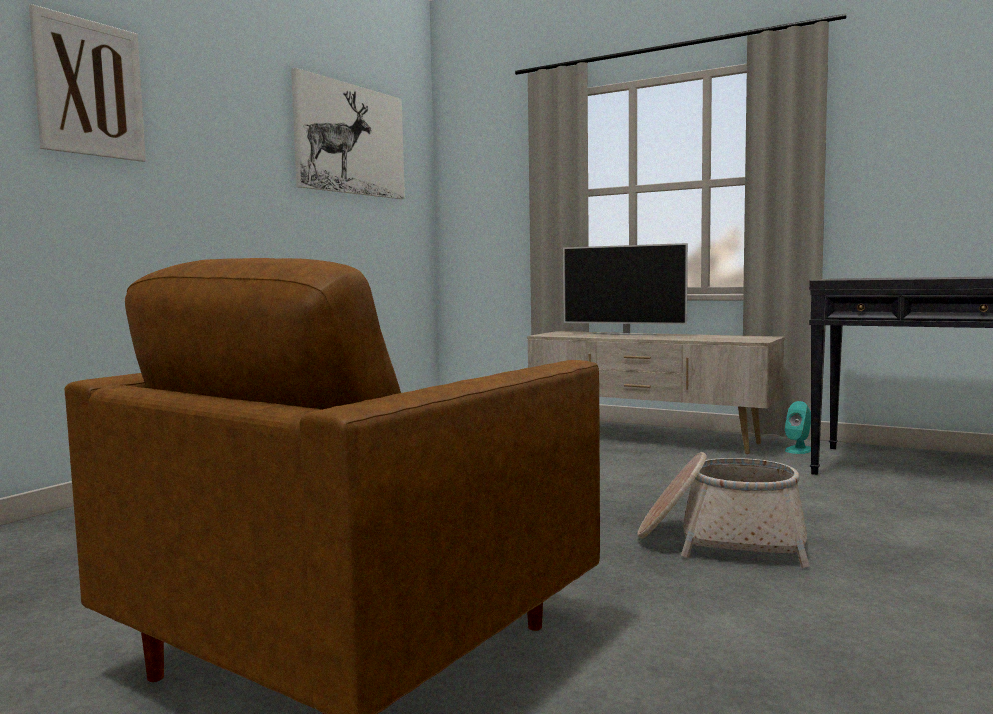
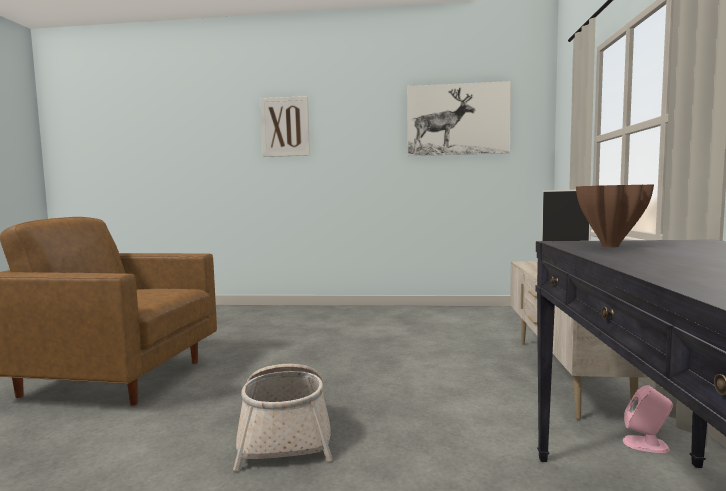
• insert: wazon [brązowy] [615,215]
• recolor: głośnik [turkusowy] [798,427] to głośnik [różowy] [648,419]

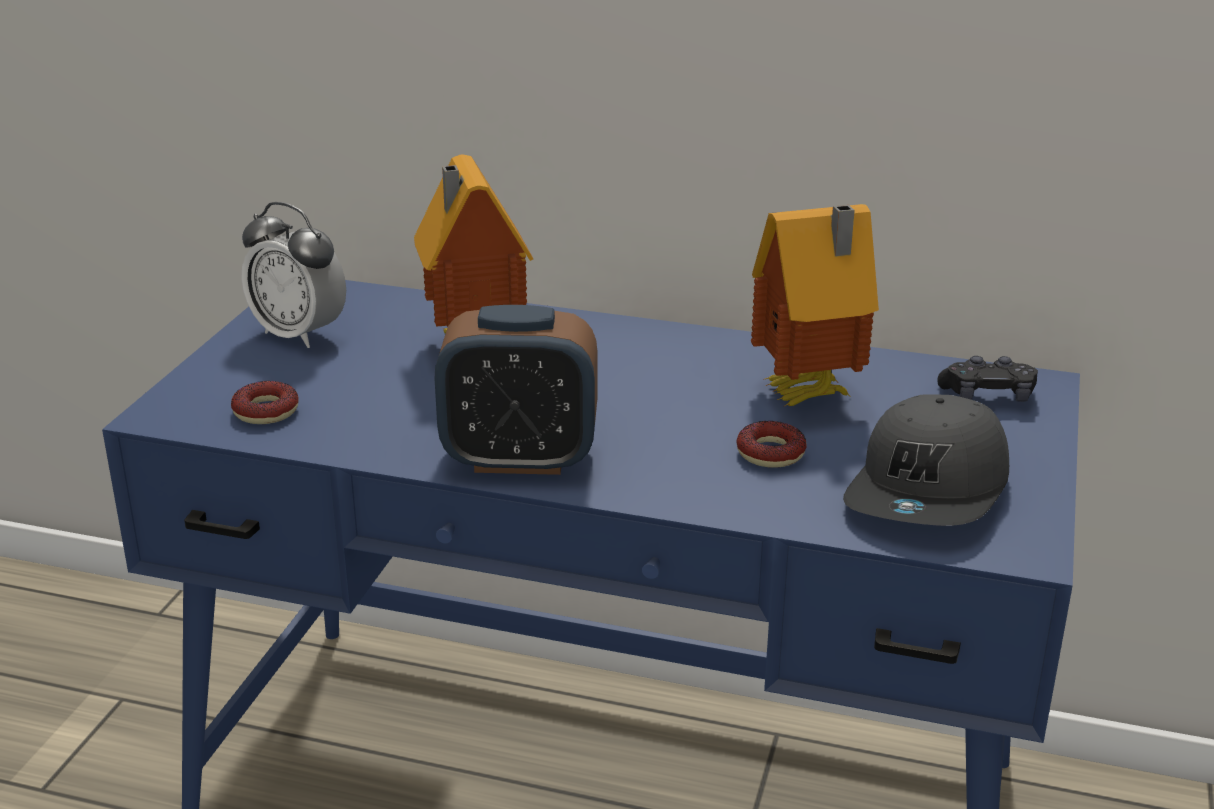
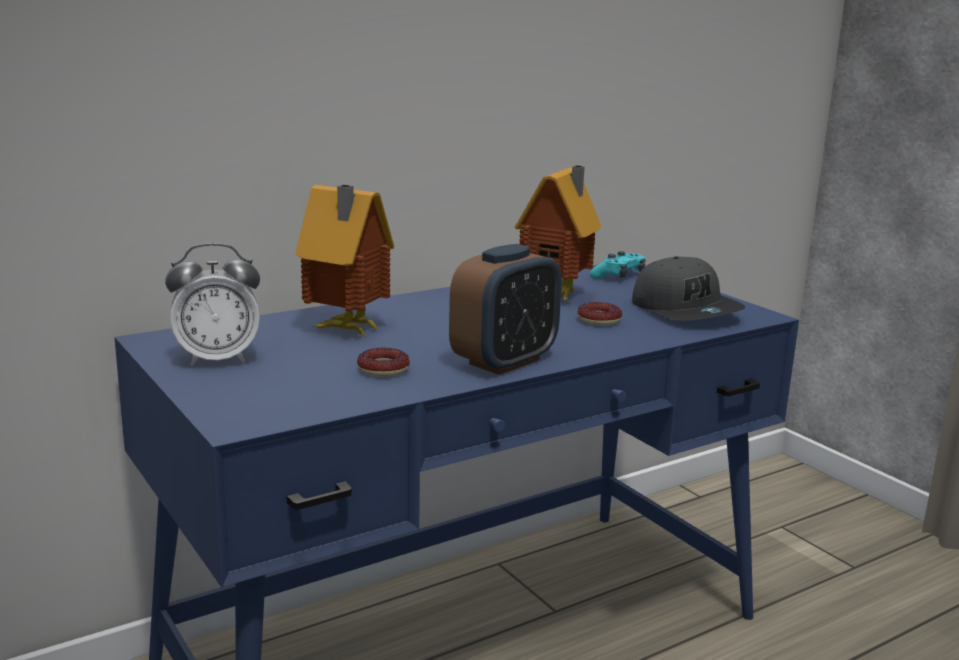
• move: donut [265,402] to [383,362]
• recolor: pad do gier [czarny] [987,379] to pad do gier [turkusowy] [618,265]

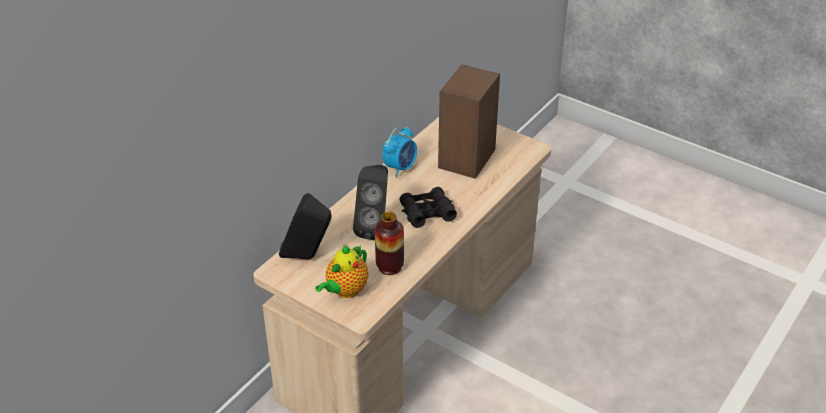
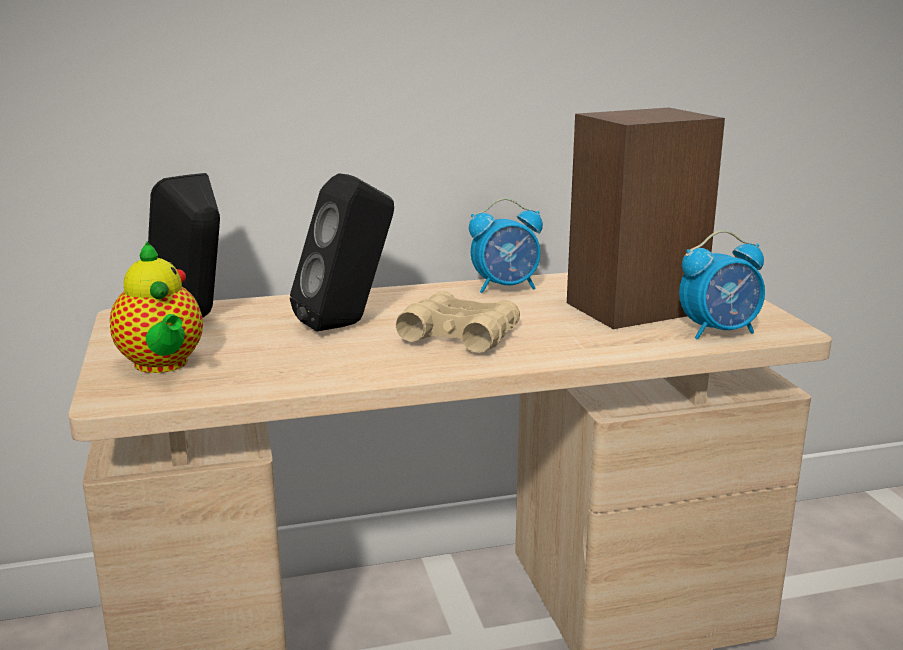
• rotate: imbryk [342,271] = [156,307] 105 degrees counterclockwise
• recolor: lornetka [czarny] [428,207] to lornetka [beżowy] [458,322]
• insert: budzik [722,285]
• delete: wazon [389,243]

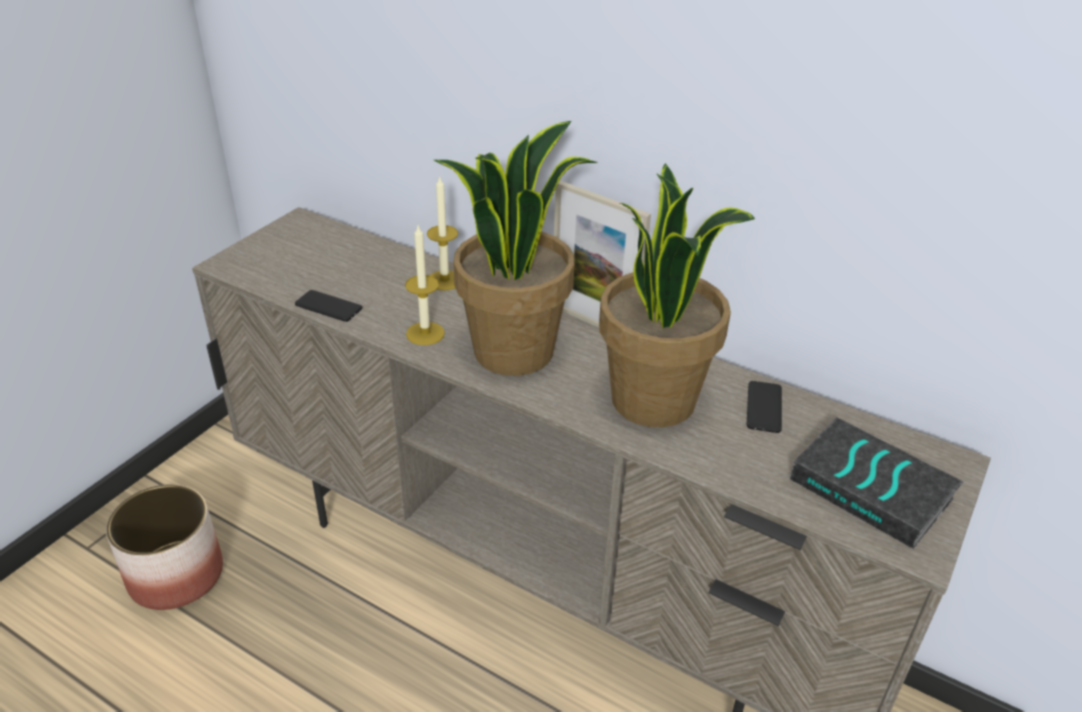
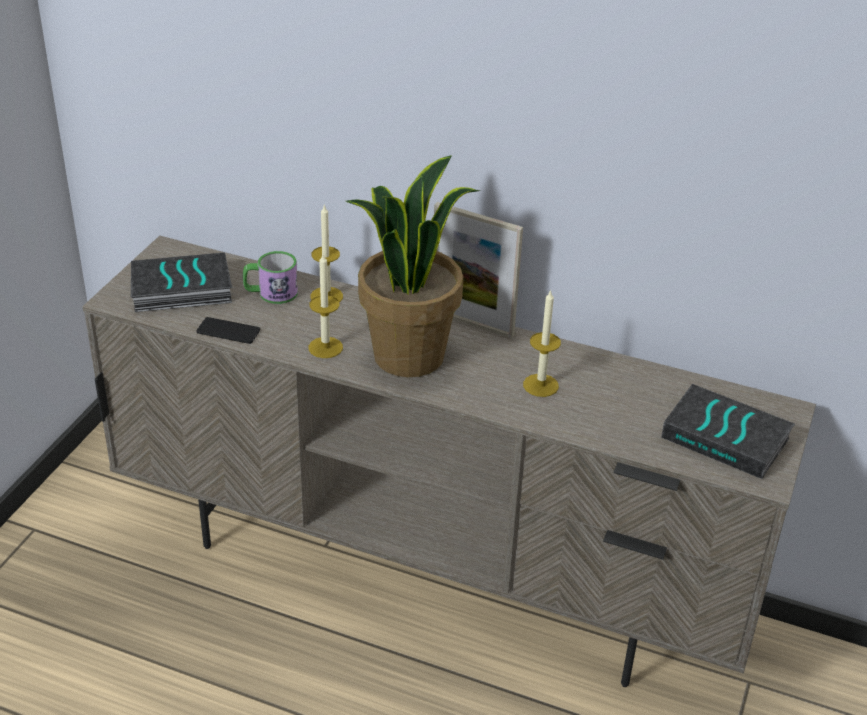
• insert: książka [181,282]
• insert: kubek [270,277]
• replace: roślina doniczkowa [677,295] to świeca [542,343]
• delete: donica [164,547]
• delete: telefon [764,407]

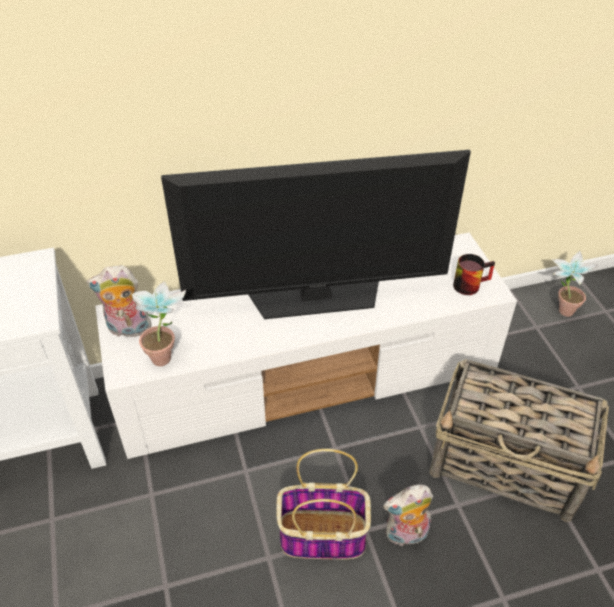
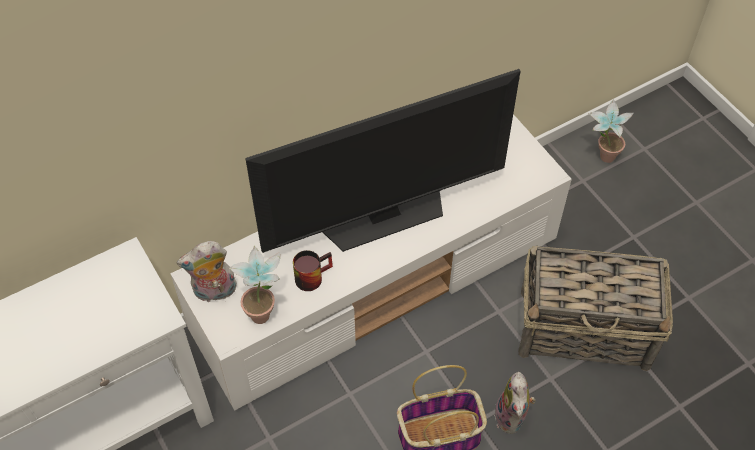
• move: kubek [474,274] to [313,270]
• rotate: pluszak [408,515] = [515,403] 60 degrees counterclockwise

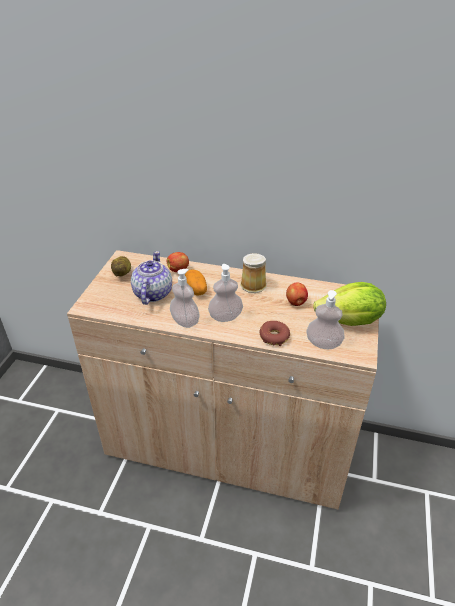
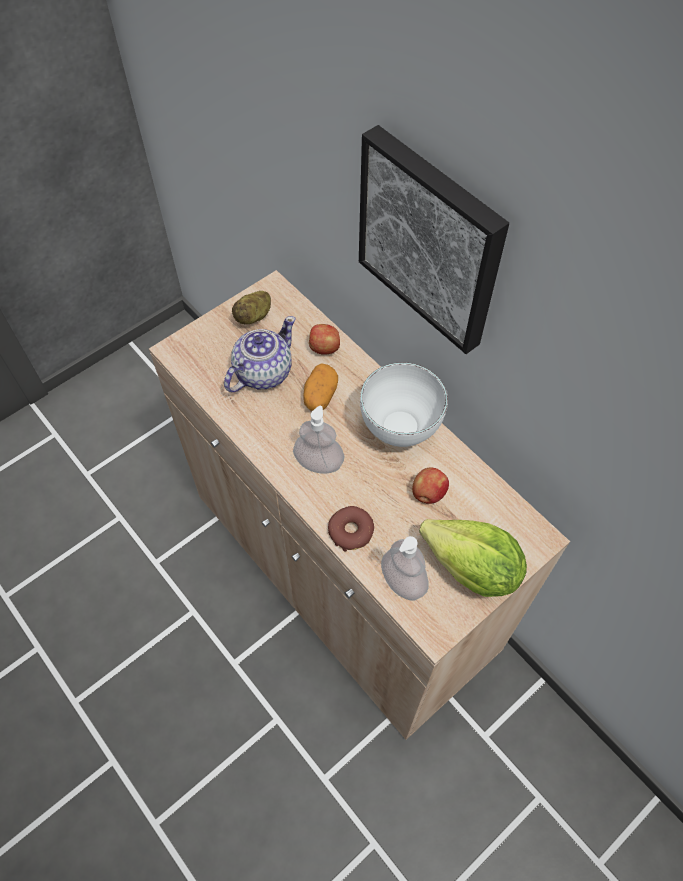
• insert: obraz [434,239]
• replace: kubek [253,273] to miska [biały] [404,404]
• delete: dozownik mydła [185,298]

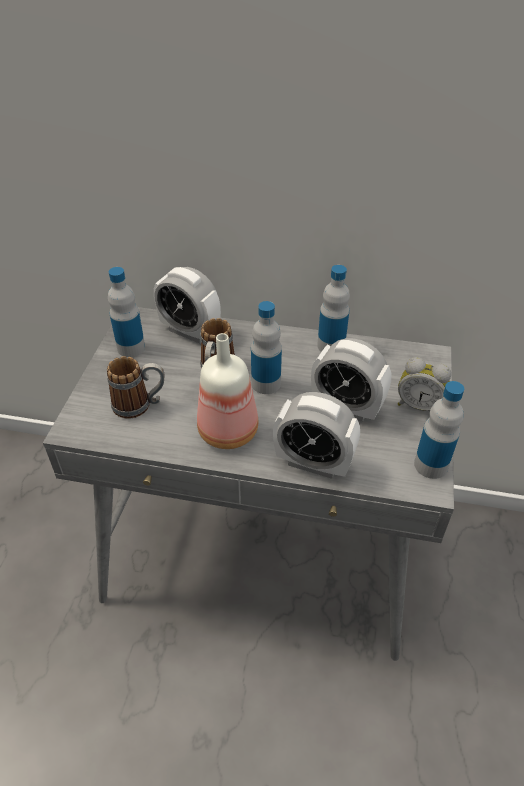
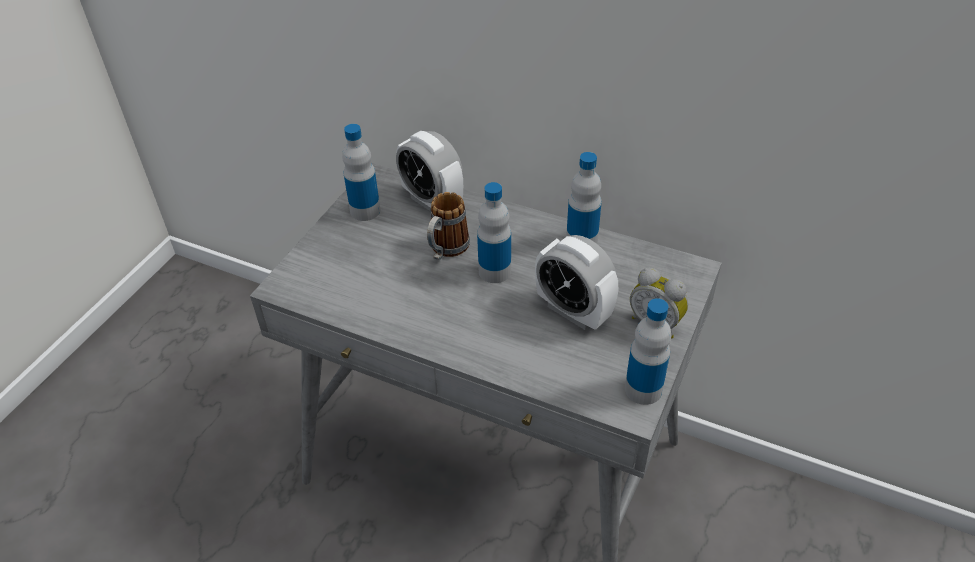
• delete: kubek [135,387]
• delete: butelka [227,391]
• delete: budzik [316,435]

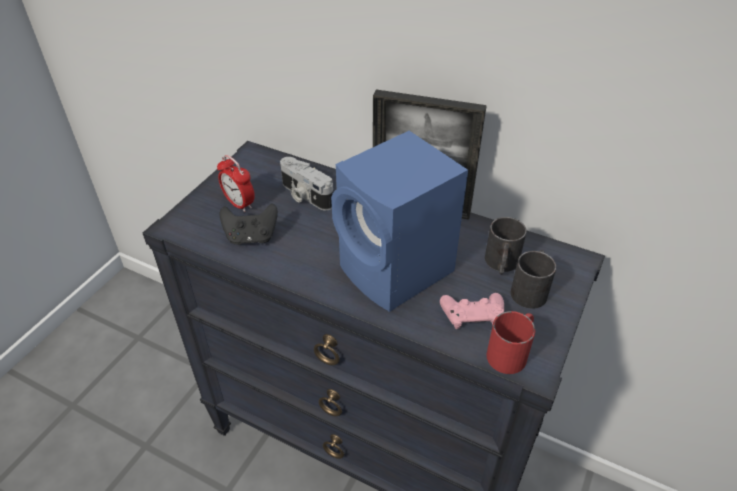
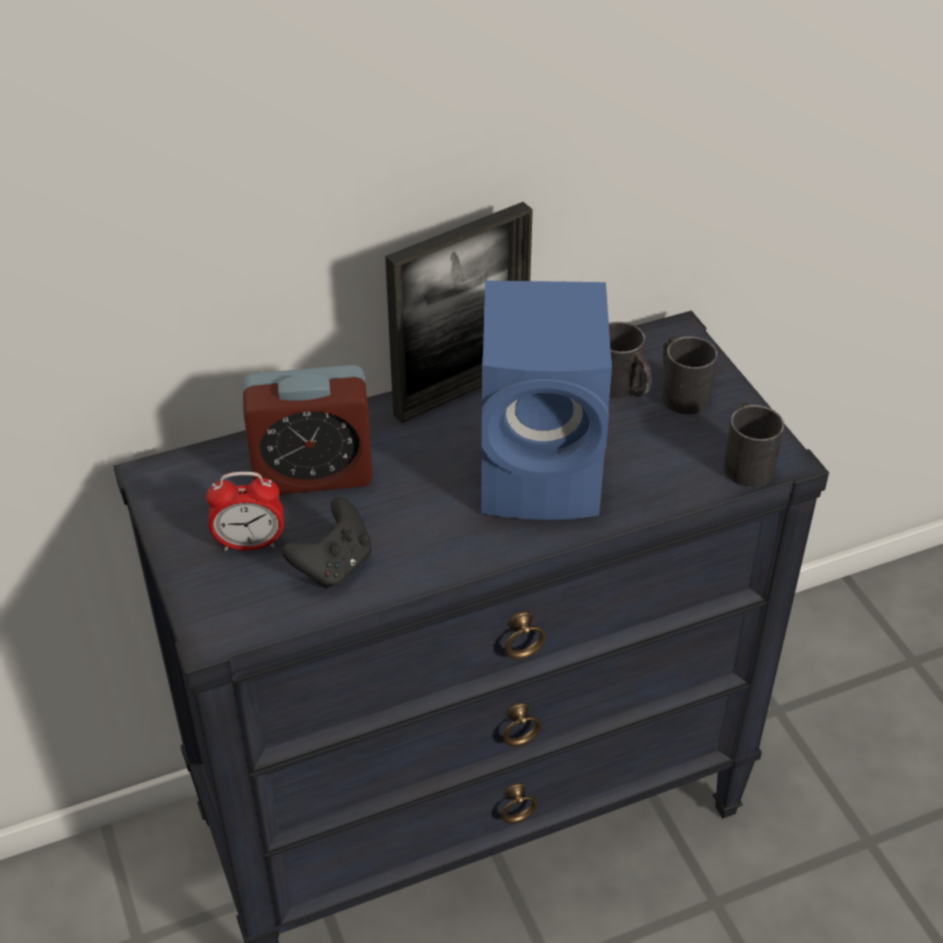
• replace: aparat fotograficzny [306,184] to budzik [308,430]
• recolor: kubek [czerwony] [510,342] to kubek [czarny] [753,445]
• delete: pad do gier [różowy] [472,311]

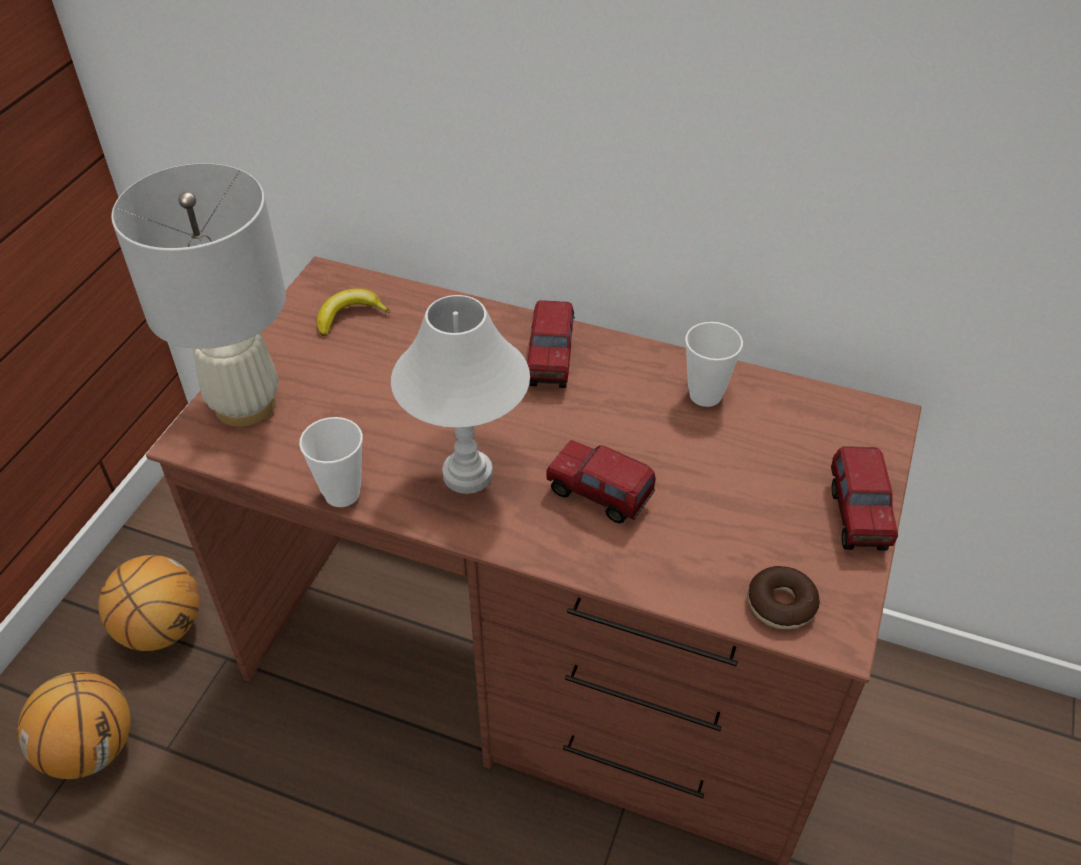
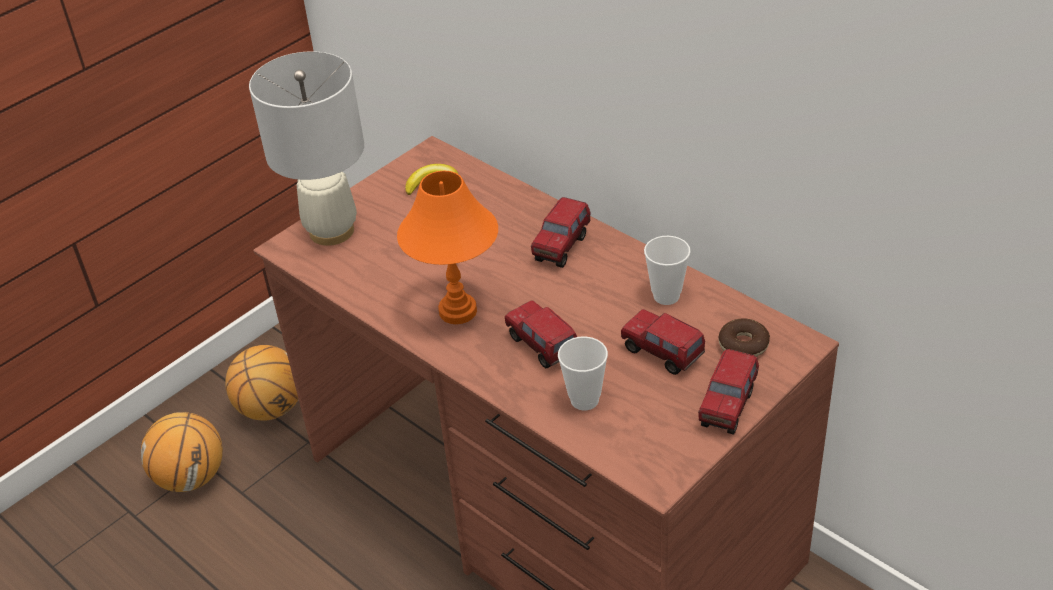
• recolor: lampa stołowa [biały] [460,394] to lampa stołowa [pomarańczowy] [447,247]
• move: filiżanka [331,462] to [583,374]
• insert: ciężarówka zabawkowa [663,342]
• move: donut [784,598] to [744,337]

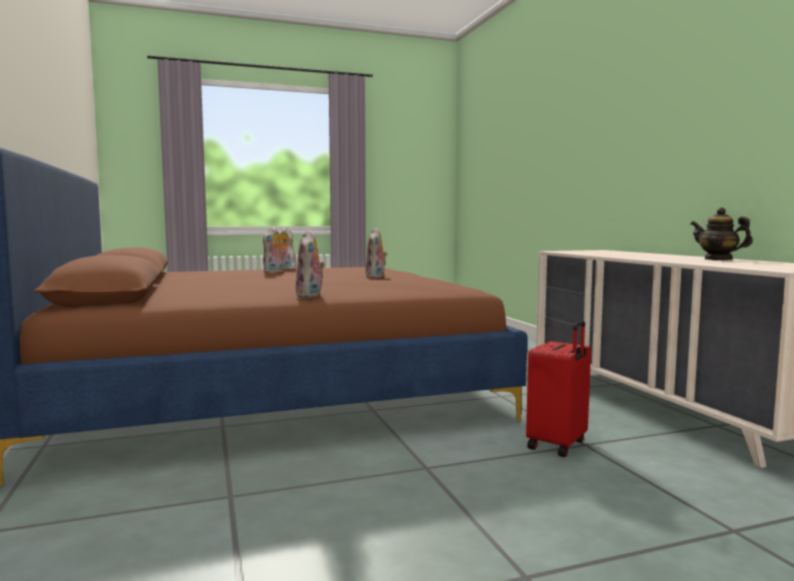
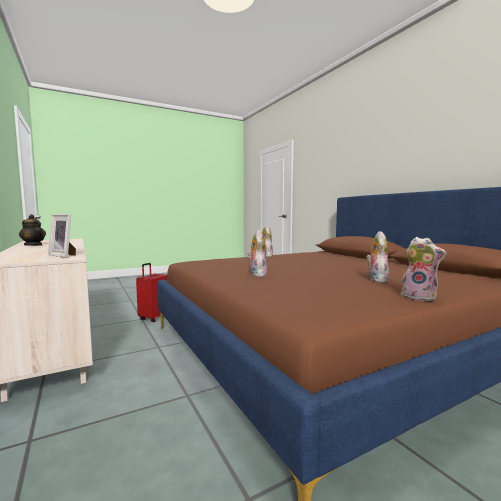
• insert: ramka na zdjęcie [62,236]

